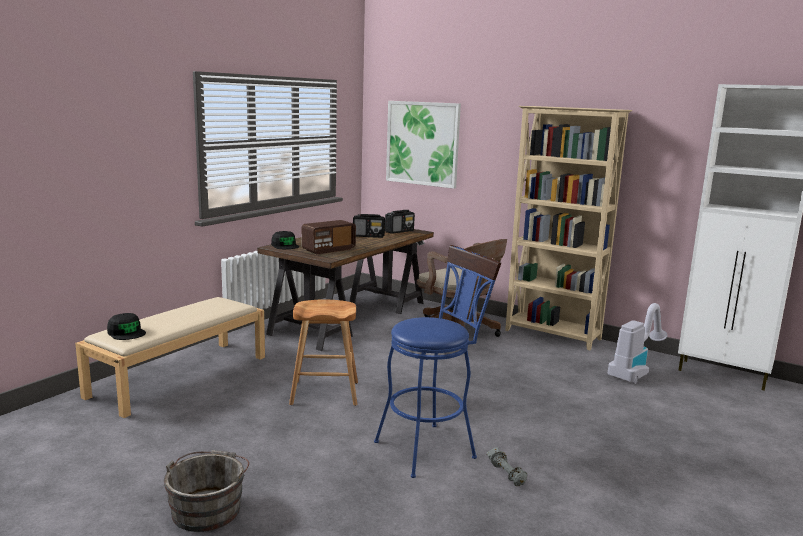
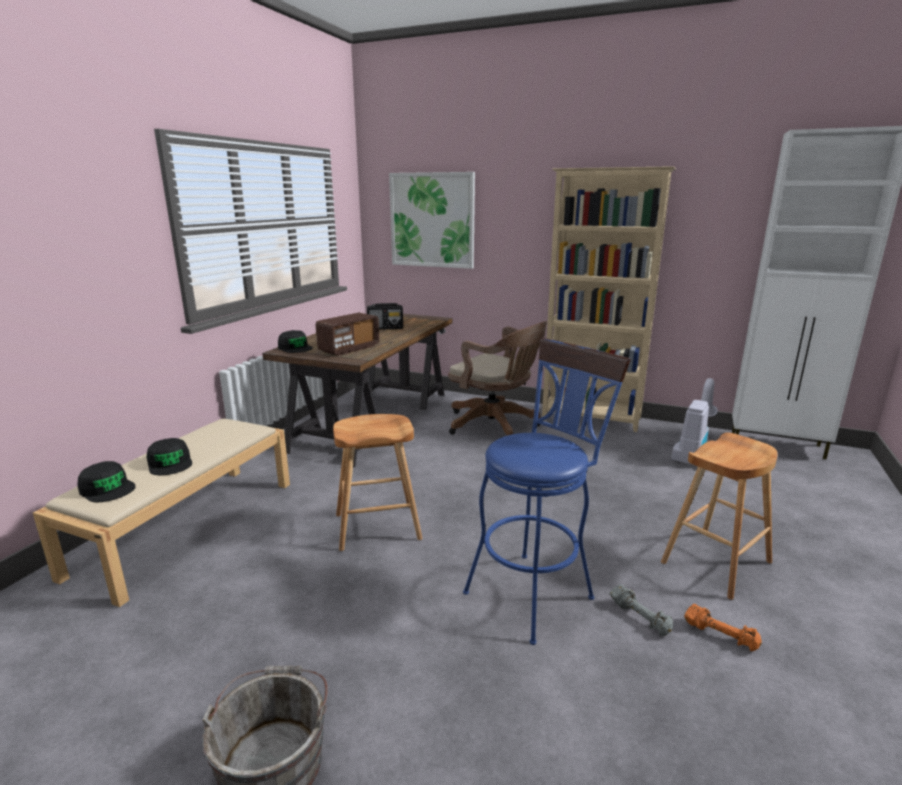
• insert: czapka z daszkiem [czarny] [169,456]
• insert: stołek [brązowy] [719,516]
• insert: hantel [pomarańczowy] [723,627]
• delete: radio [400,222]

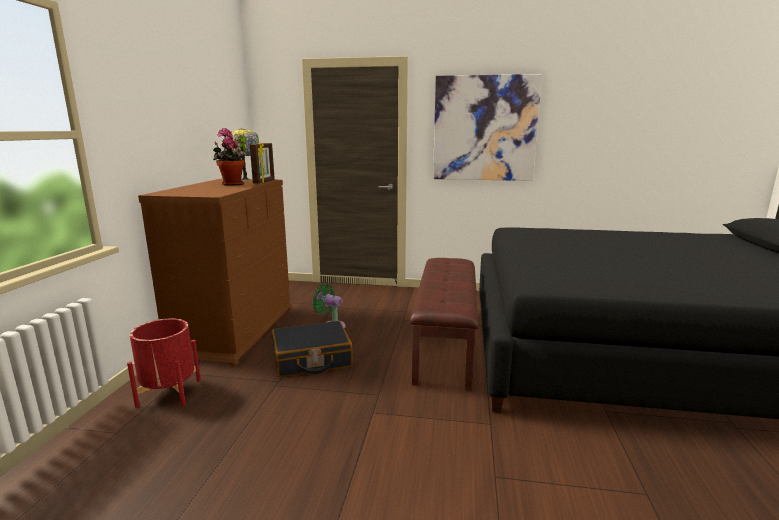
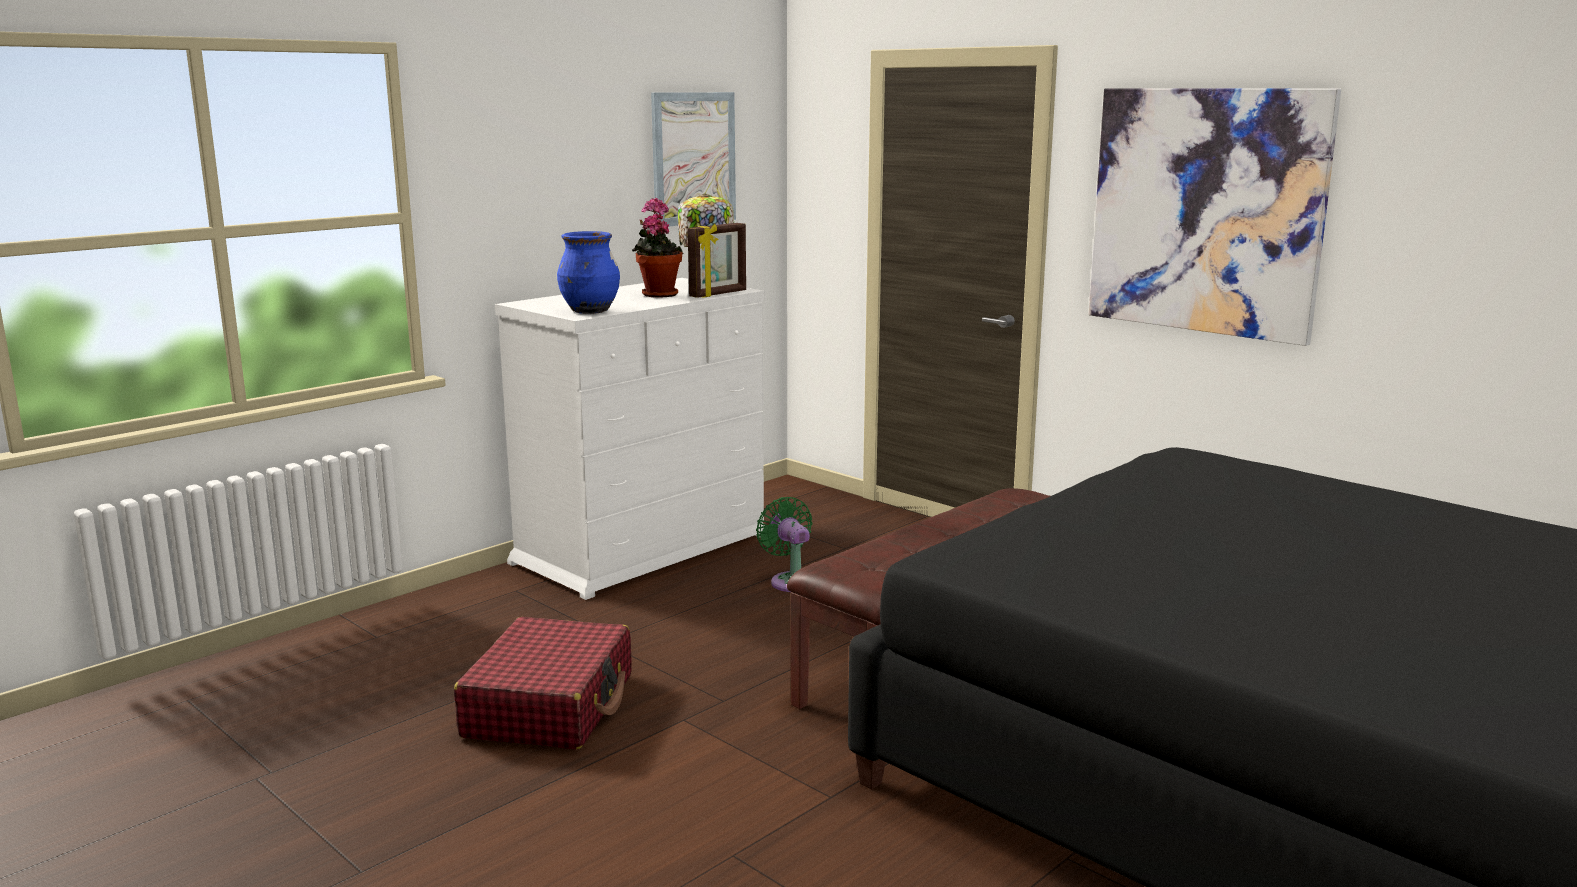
• insert: walizka [czerwony] [543,683]
• recolor: komoda [brązowy] [215,272] to komoda [biały] [629,439]
• insert: wazon [niebieski] [588,272]
• insert: obraz [693,159]
• delete: donica [czerwony] [164,363]
• delete: walizka [czarny] [312,349]

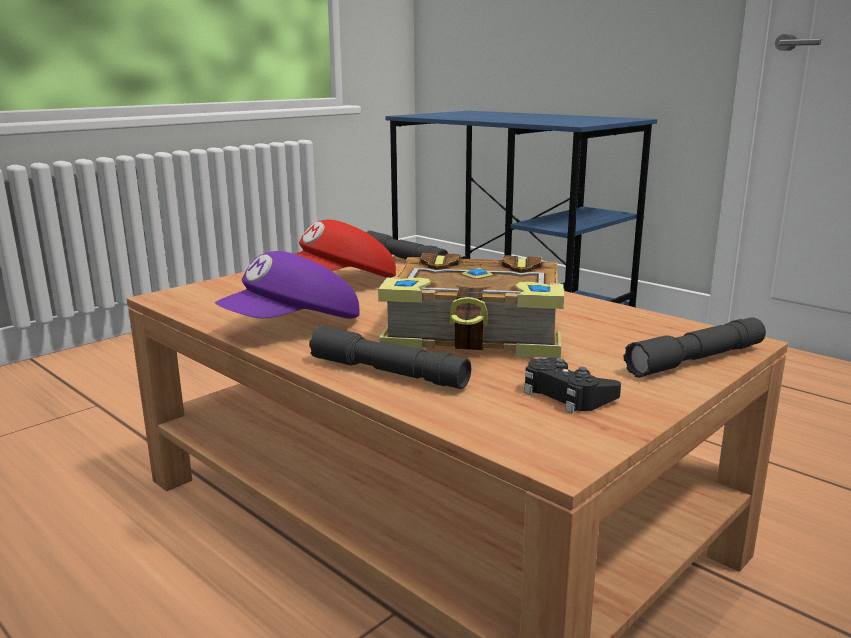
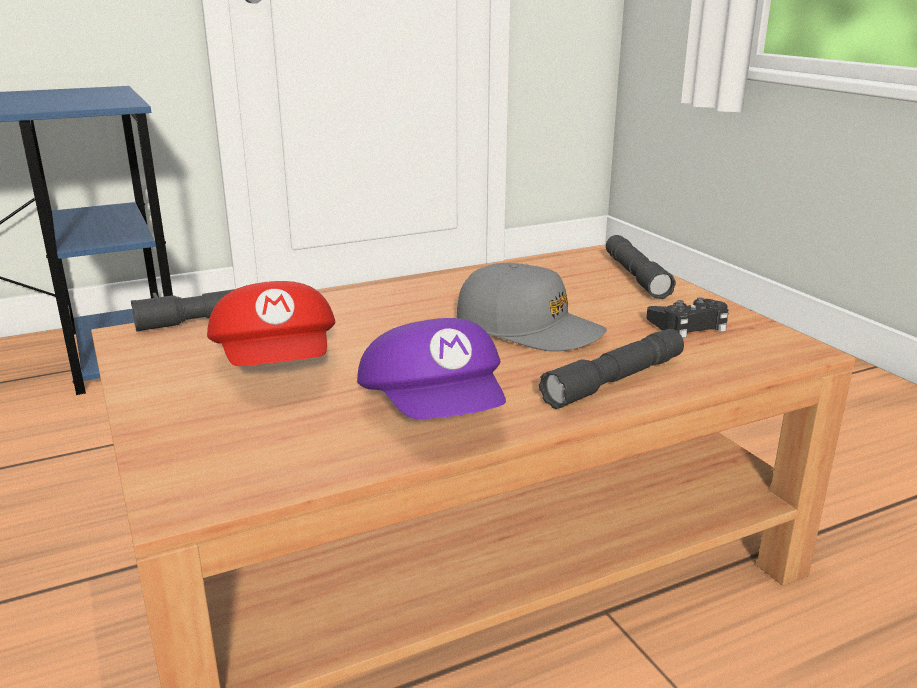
• replace: książka [471,305] to czapka z daszkiem [szary] [531,307]

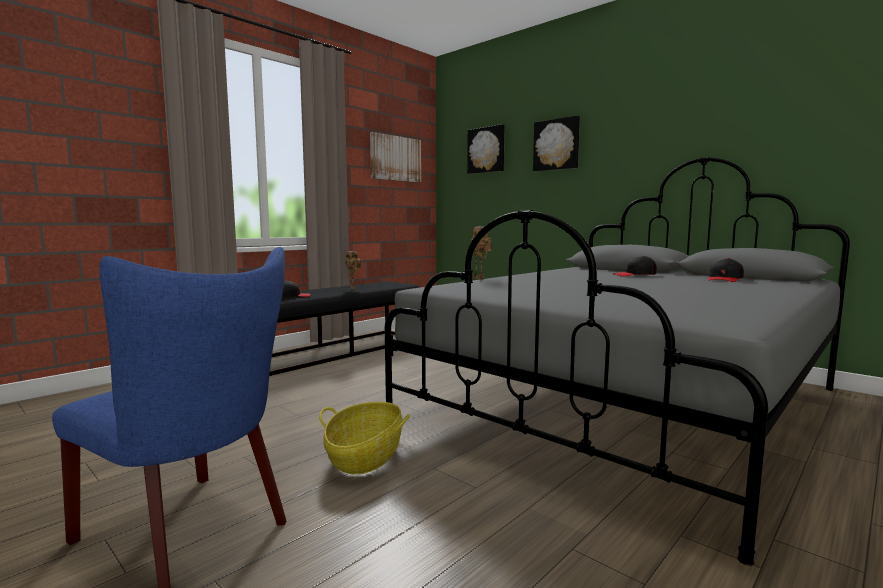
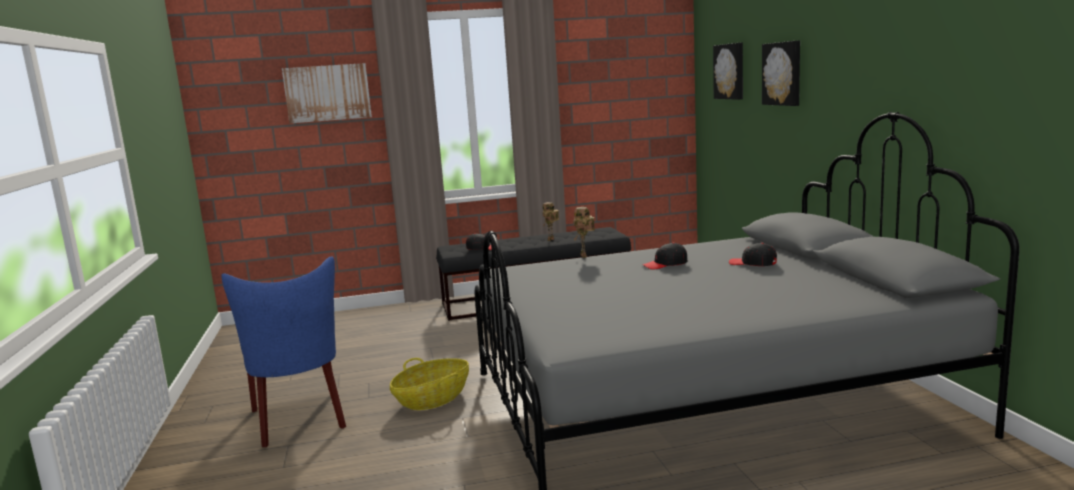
• move: obraz [395,157] to [327,93]
• move: czapka z daszkiem [czarny] [726,270] to [665,256]

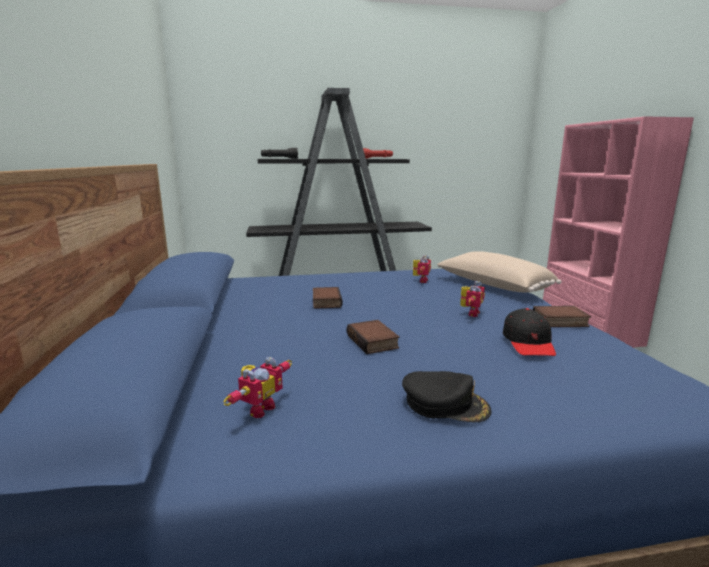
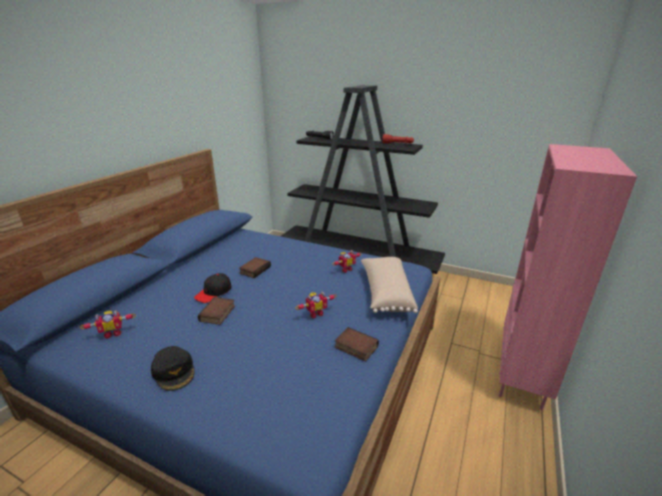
• move: czapka z daszkiem [czarny] [529,332] to [212,288]

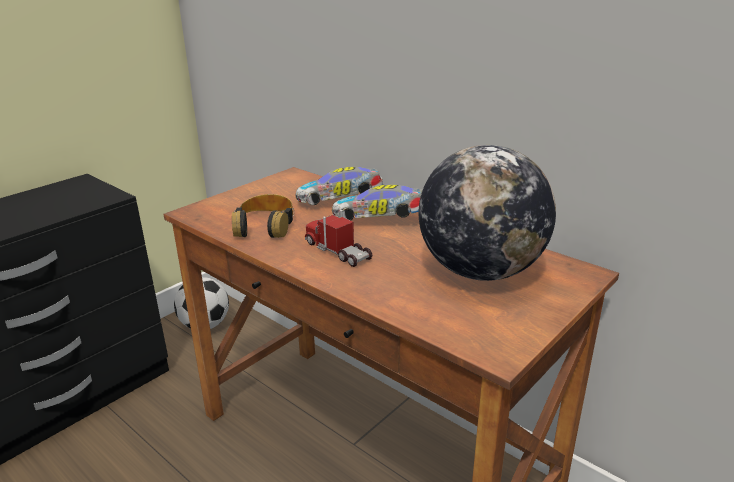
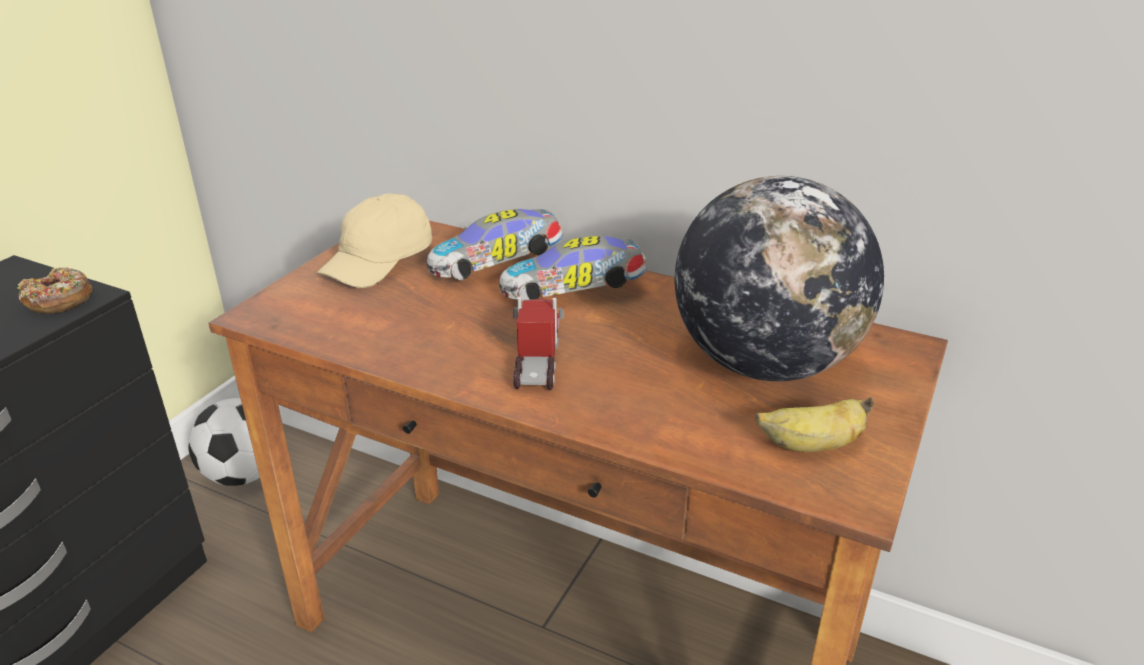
• insert: donut [55,290]
• insert: czapka z daszkiem [beżowy] [374,240]
• rotate: ciężarówka zabawkowa [338,238] = [538,343] 60 degrees clockwise
• insert: banan [814,424]
• delete: słuchawki [263,216]

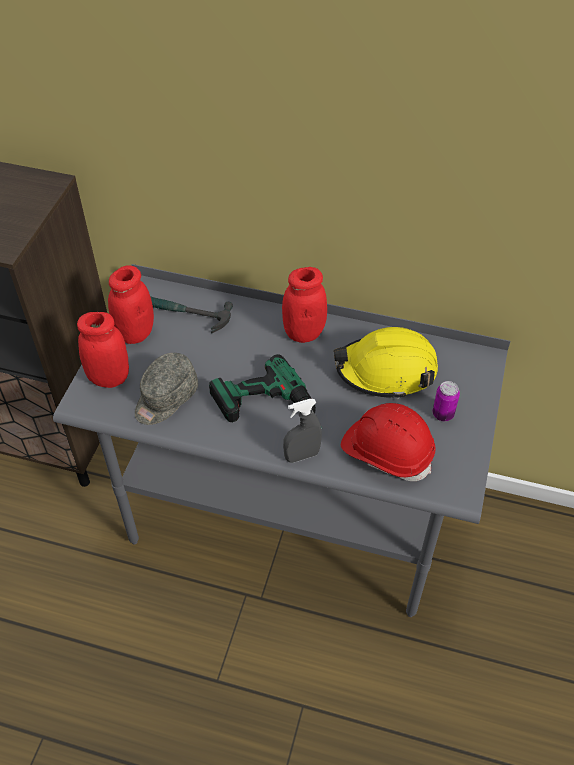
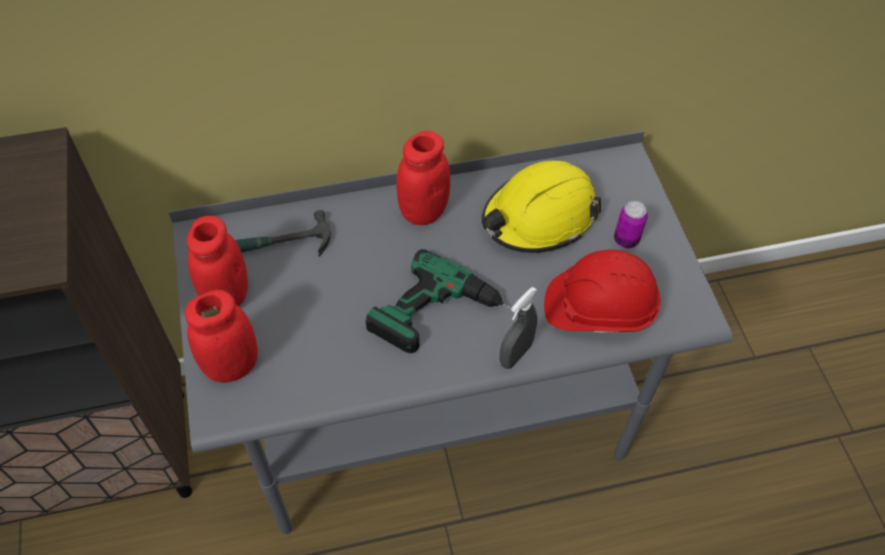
• delete: czapka z daszkiem [szary] [166,389]

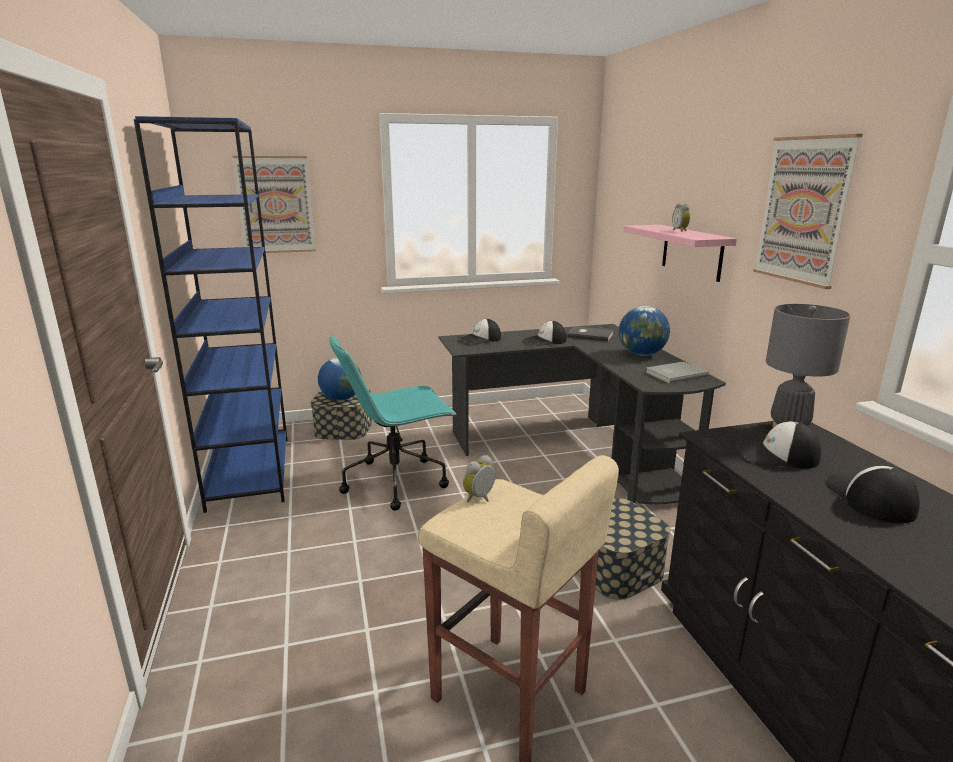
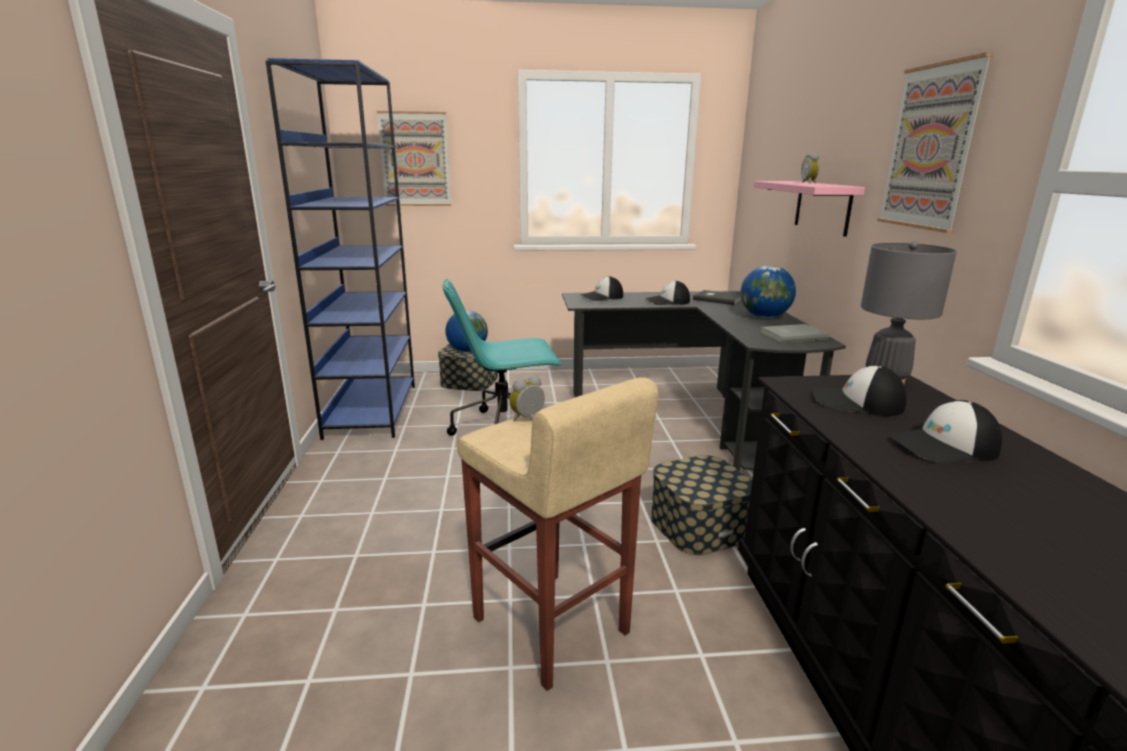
• rotate: czapka z daszkiem [873,494] = [946,432] 105 degrees counterclockwise

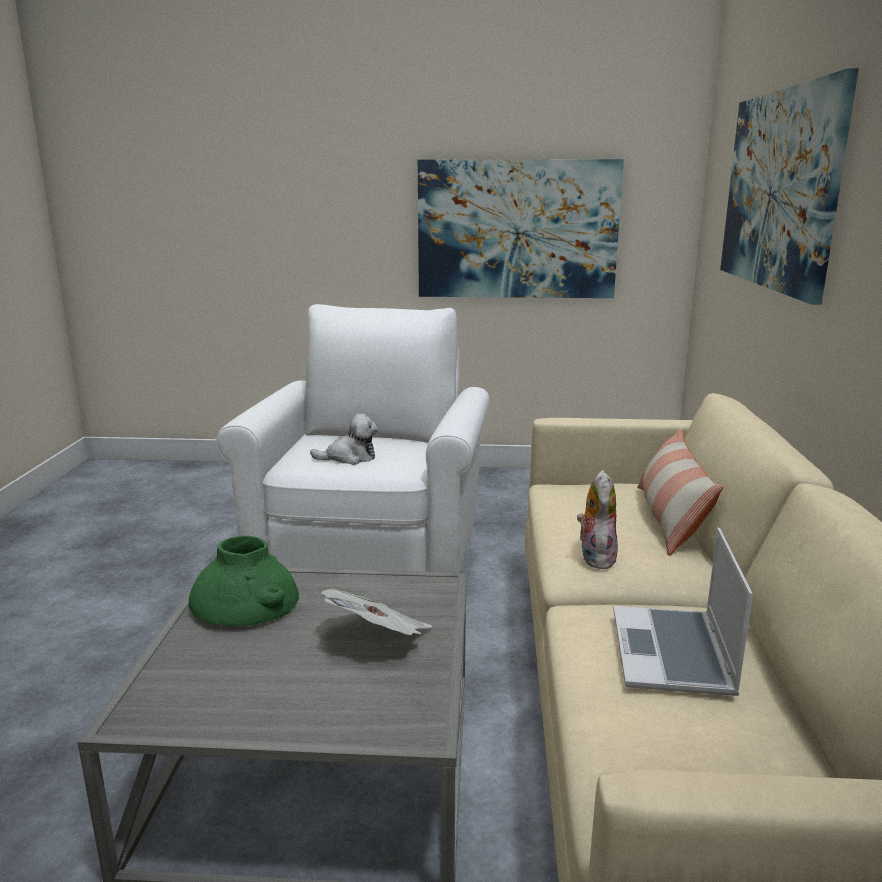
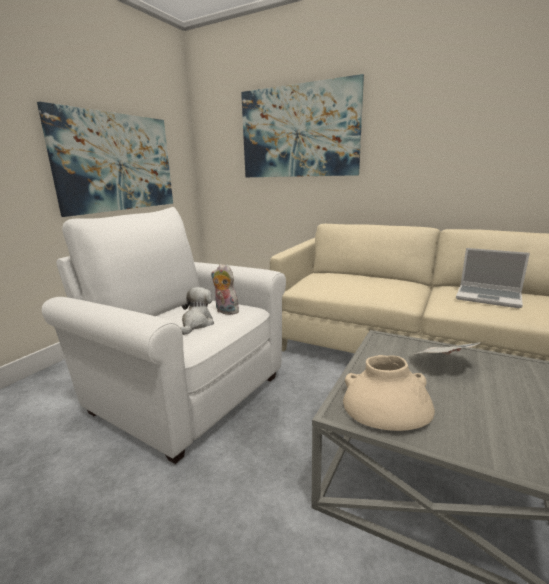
• move: pluszak [597,519] to [225,289]
• recolor: wazon [zielony] [244,581] to wazon [beżowy] [389,393]
• delete: poduszka [680,492]

